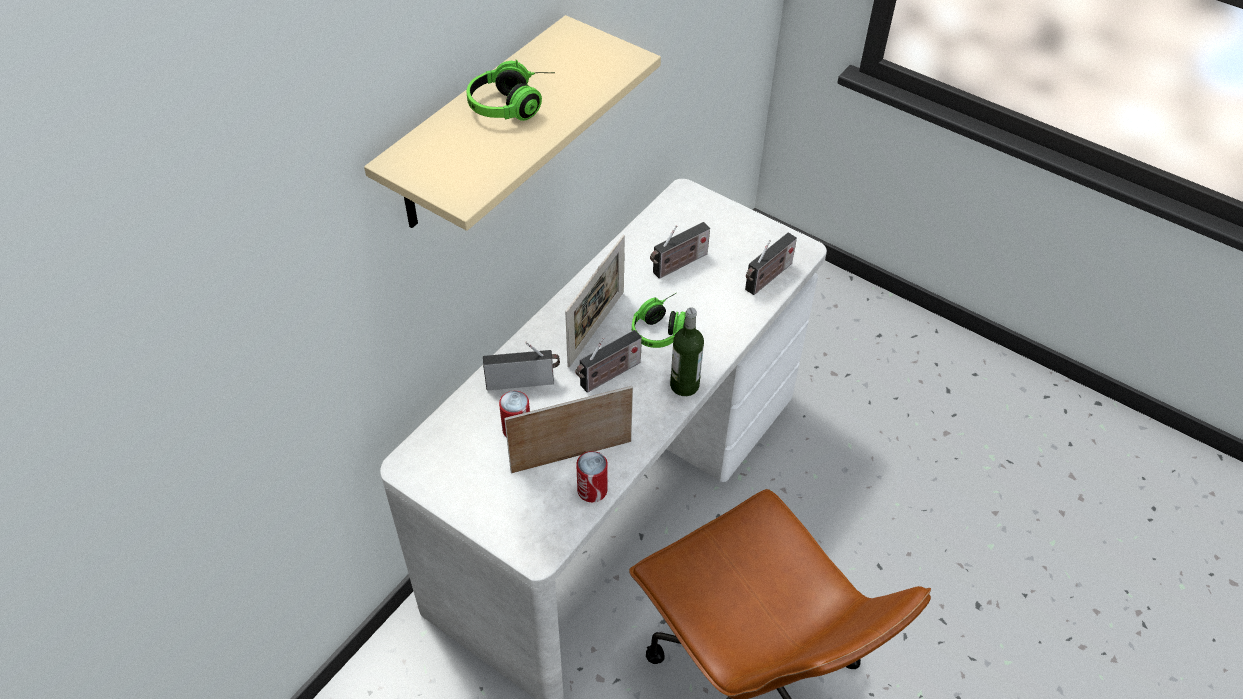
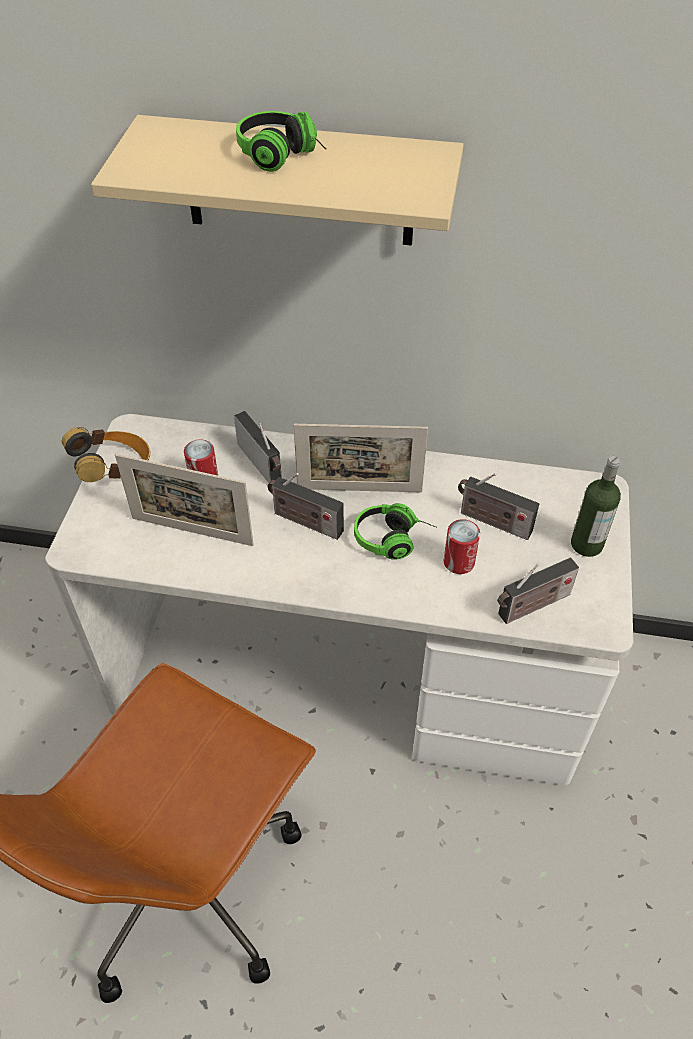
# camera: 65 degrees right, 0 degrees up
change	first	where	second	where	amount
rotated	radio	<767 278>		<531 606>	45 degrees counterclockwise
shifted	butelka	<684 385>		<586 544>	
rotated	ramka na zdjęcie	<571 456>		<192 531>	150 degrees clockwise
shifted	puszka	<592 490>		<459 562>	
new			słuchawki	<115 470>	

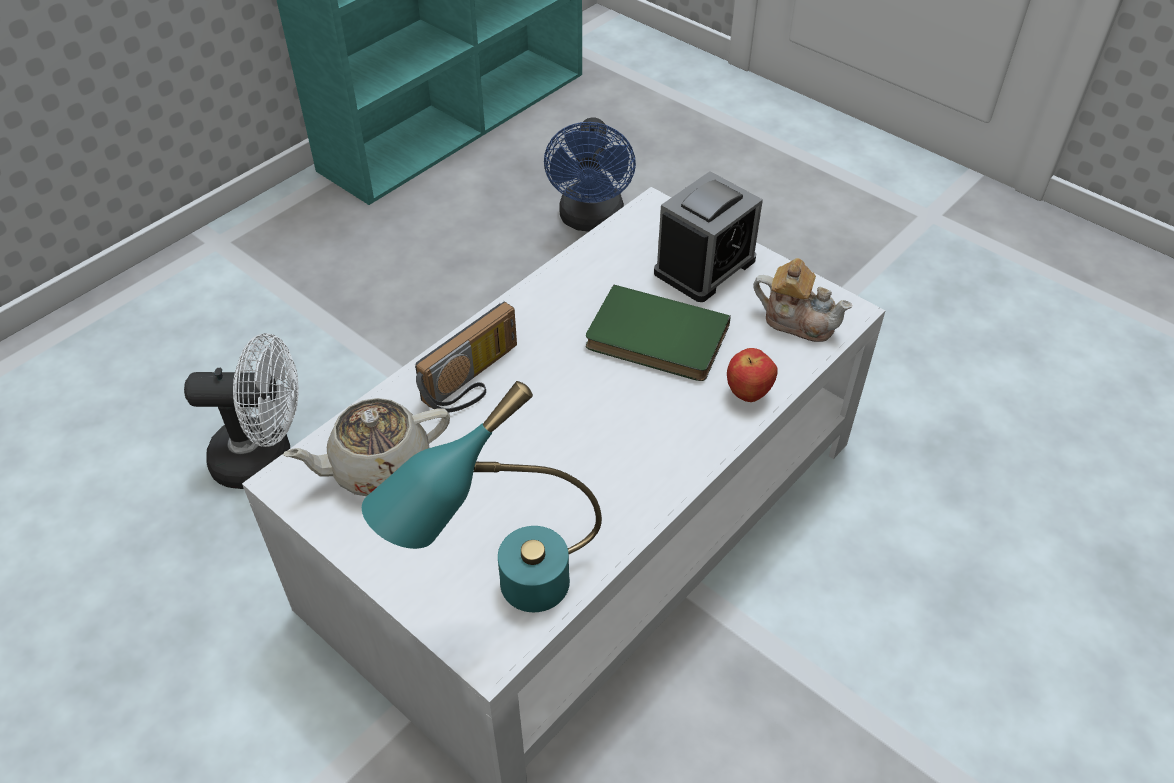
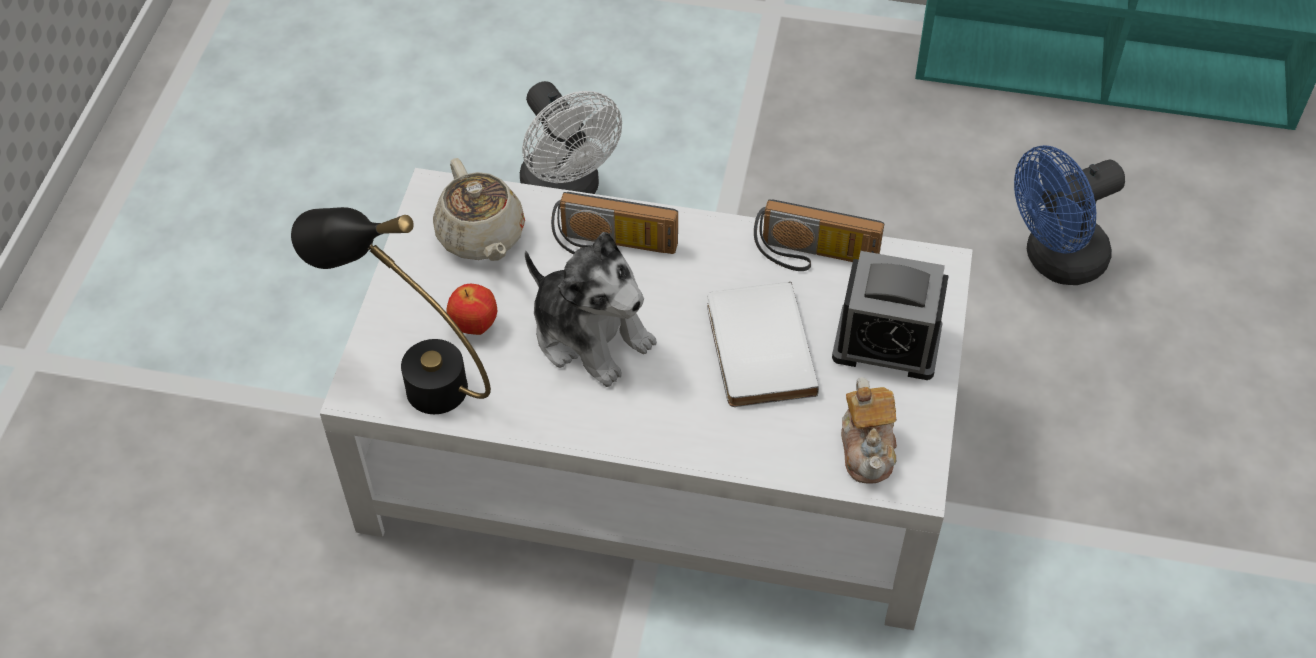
# camera: 60 degrees right, 5 degrees up
change	first	where	second	where	amount
repainted	książka (zielony)	<655 340>	książka (biały)	<755 348>	
shifted	jabłko	<748 394>		<474 326>	
repainted	lampa stołowa (turkusowy)	<503 597>	lampa stołowa (czarny)	<411 376>	
rotated	imbryk (beżowy)	<378 467>		<481 236>	150 degrees counterclockwise
new			radio	<813 257>	
new			pluszak	<591 335>	

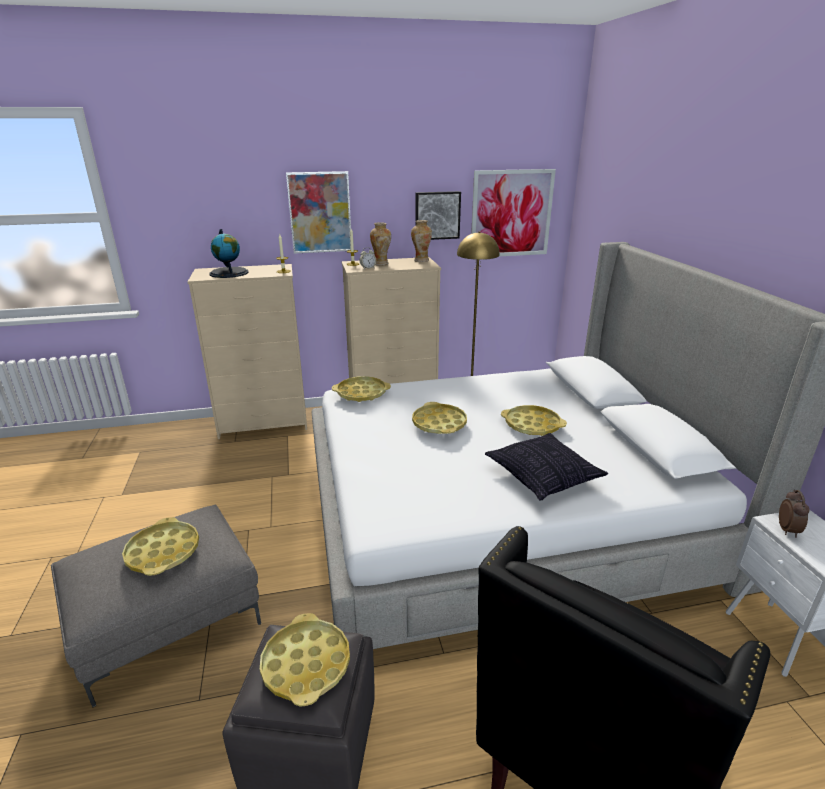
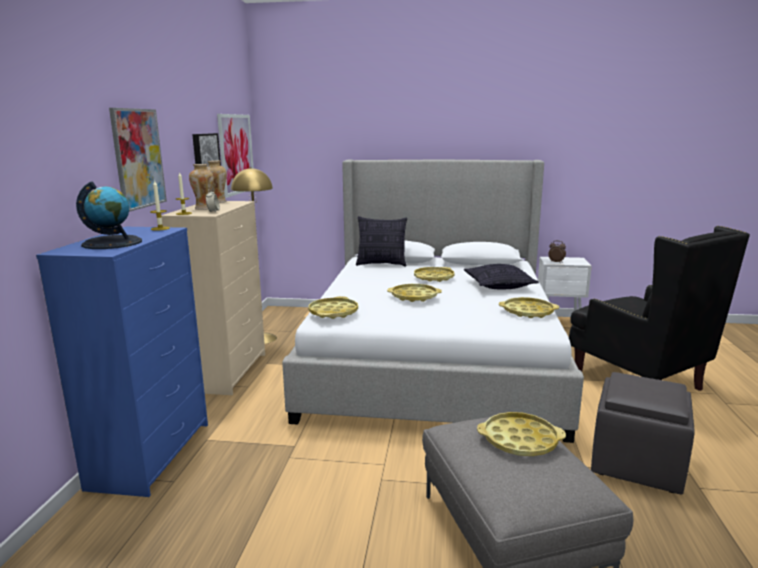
# camera: 70 degrees left, 10 degrees down
change	first	where	second	where	amount
repainted	komoda (beżowy)	<264 423>	komoda (niebieski)	<152 454>	
shifted	taca (żółty)	<306 664>		<528 312>	
new			poduszka	<381 264>	

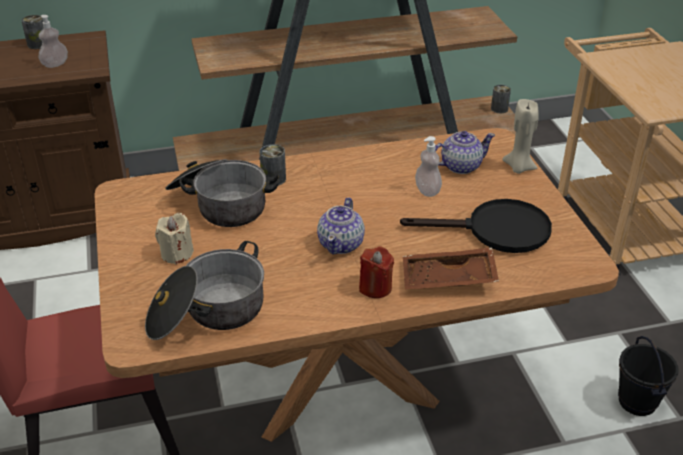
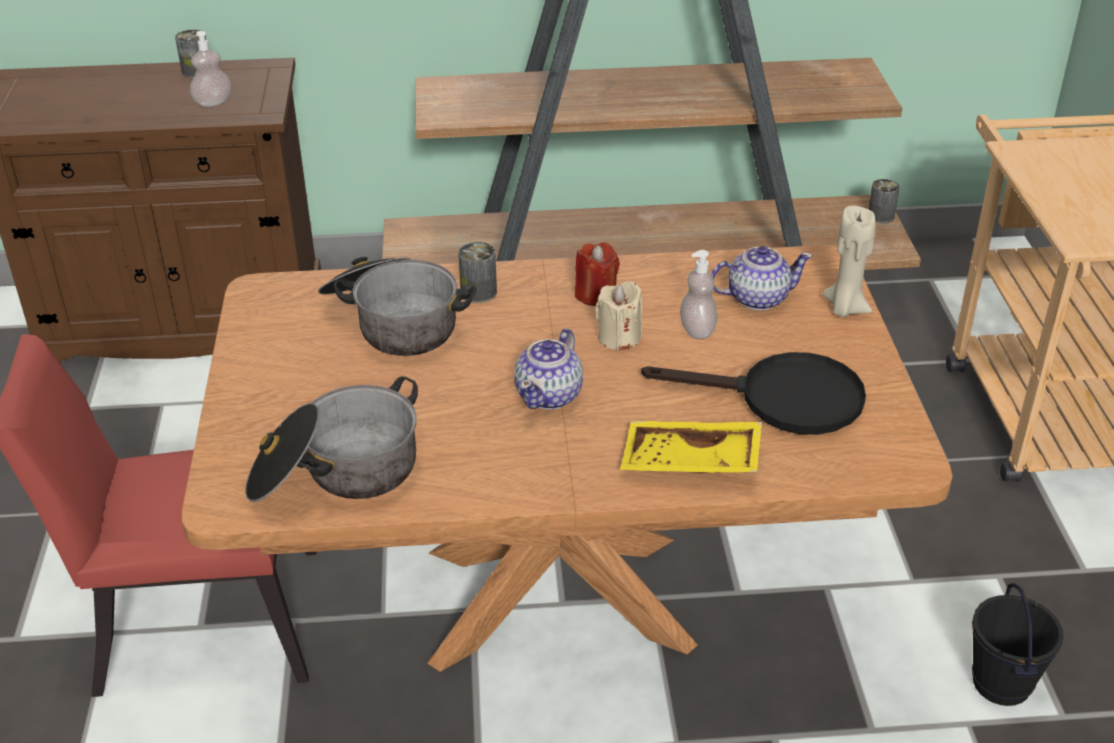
# camera: 10 degrees right, 0 degrees up
change	first	where	second	where	amount
shifted	świeca (beżowy)	<176 254>		<619 338>	
shifted	świeca (czerwony)	<375 287>		<596 295>	
repainted	taca (brązowy)	<448 280>	taca (żółty)	<690 463>	

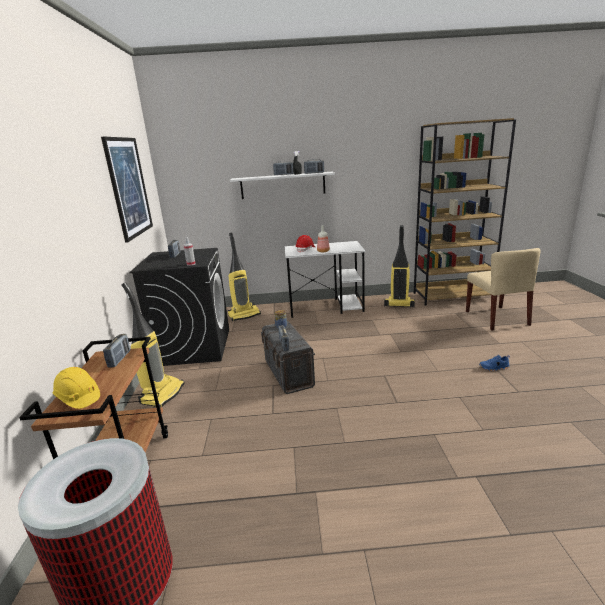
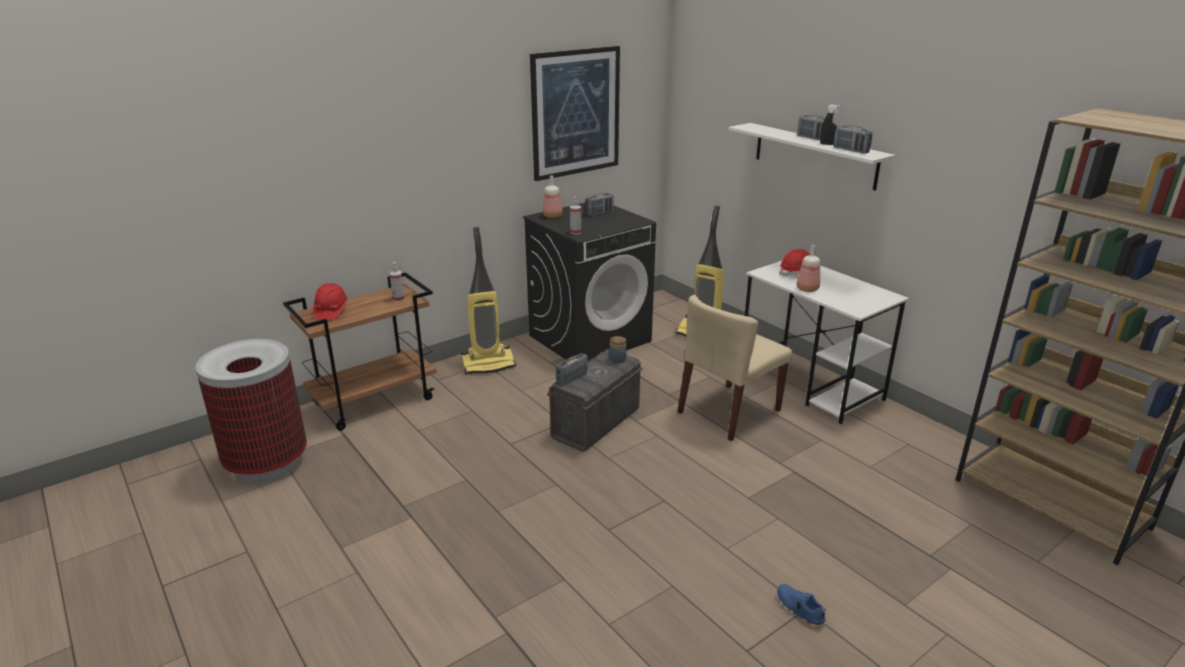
# camera: 55 degrees right, 5 degrees up
change	first	where	second	where	amount
gone	odkurzacz	<398 305>			
shifted	krzesło (beżowy)	<497 318>		<729 412>	
swapped	radio	<119 359>	spryskiwacz	<398 299>	
repainted	kask (żółty)	<78 397>	kask (czerwony)	<331 311>	
new			butelka	<553 216>	

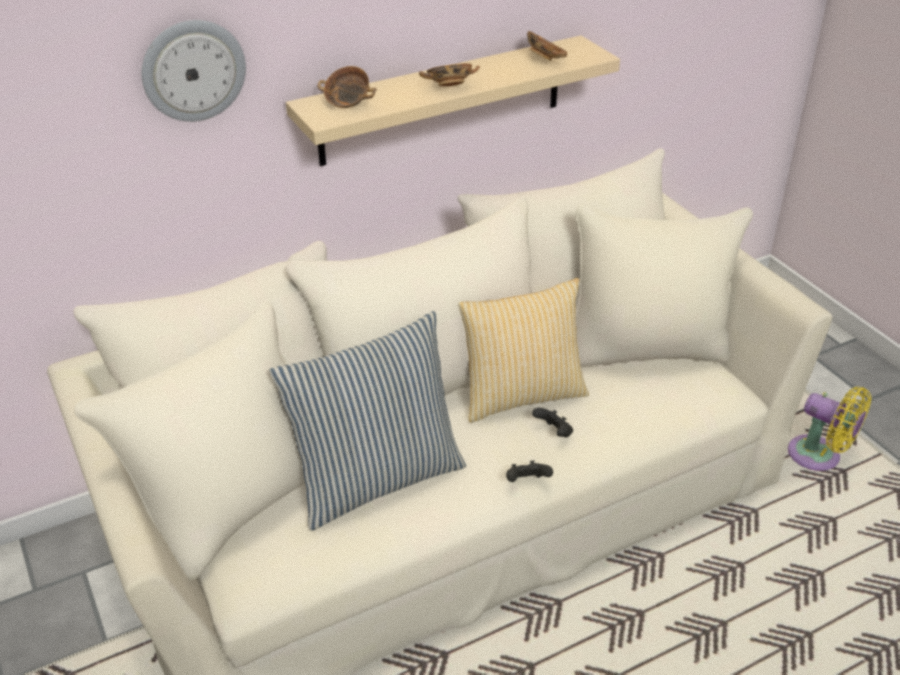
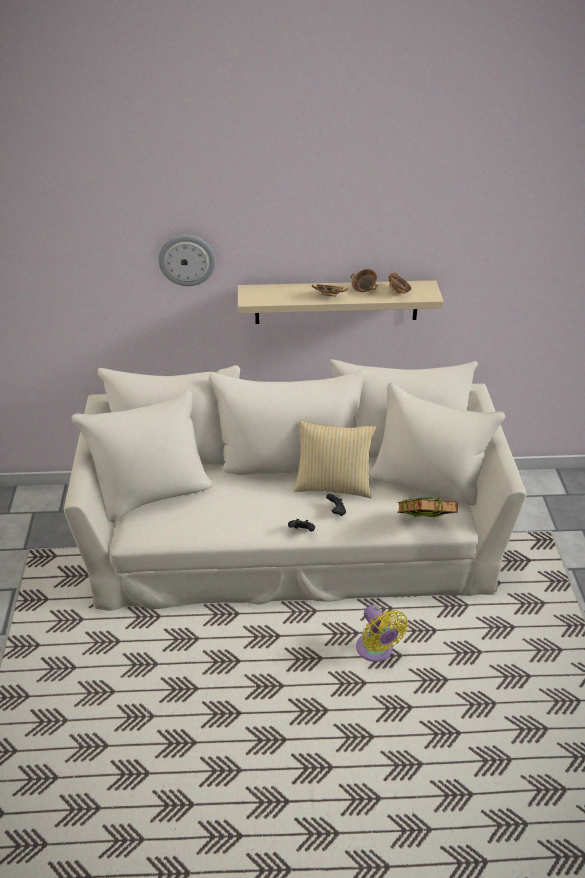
# camera: 25 degrees right, 0 degrees up
change	first	where	second	where	amount
shifted	miska	<347 105>		<363 290>	
gone	poduszka	<377 479>			
shifted	wentylator (żółty)	<819 457>		<376 651>	
new			książka	<424 527>	

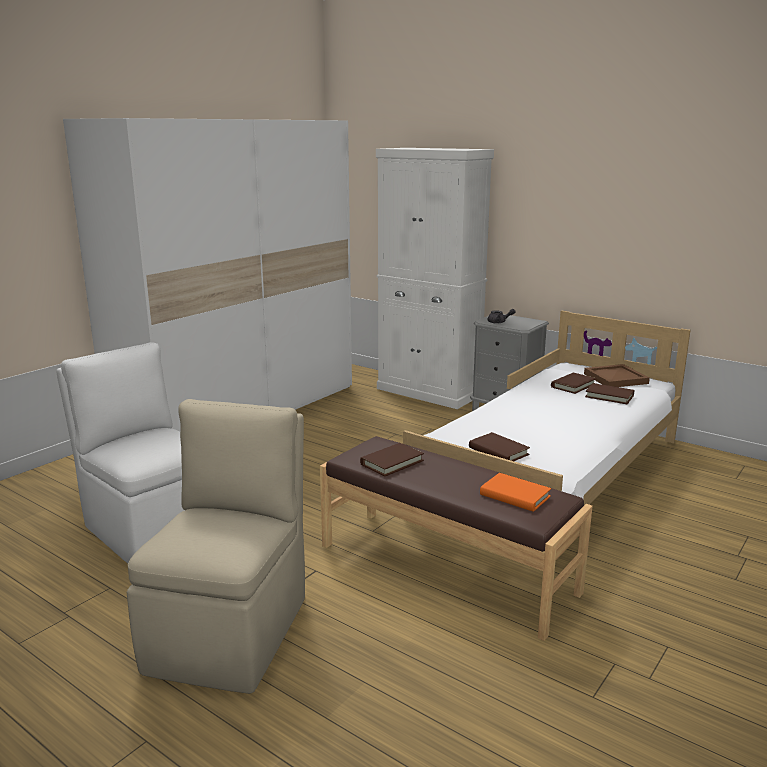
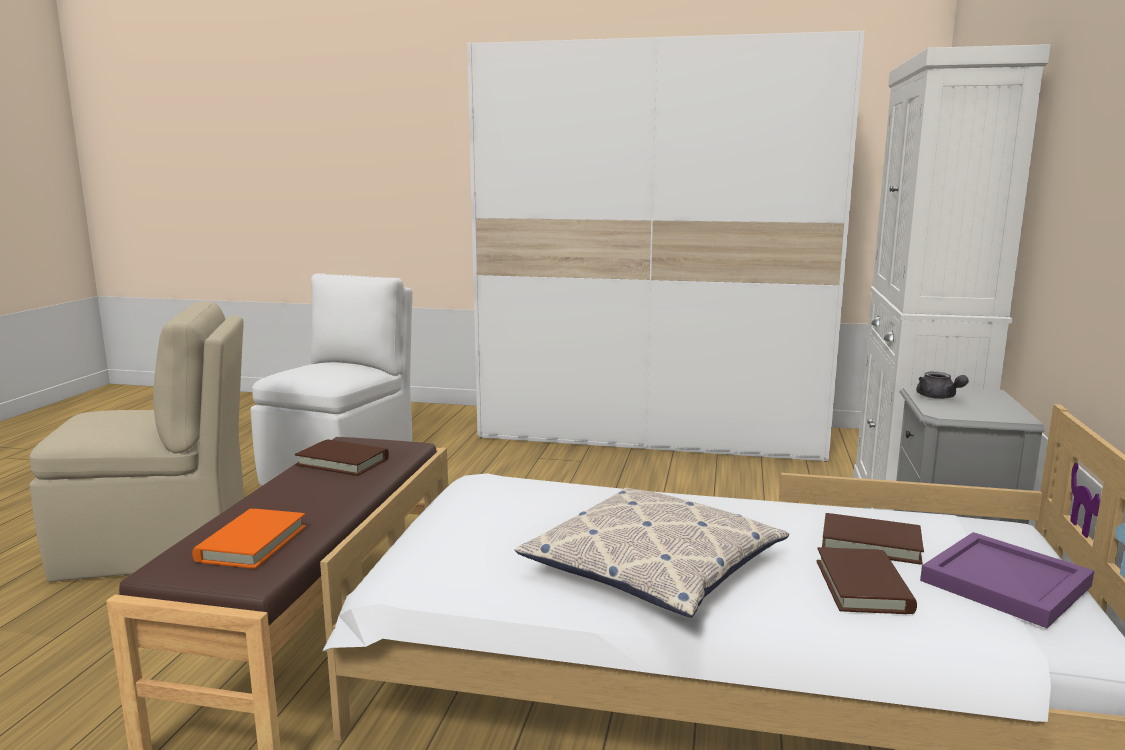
# camera: 65 degrees right, 5 degrees down
change	first	where	second	where	amount
repainted	taca (brązowy)	<615 379>	taca (fioletowy)	<1002 583>	
gone	książka (brązowy)	<498 451>			
new			poduszka	<653 567>	

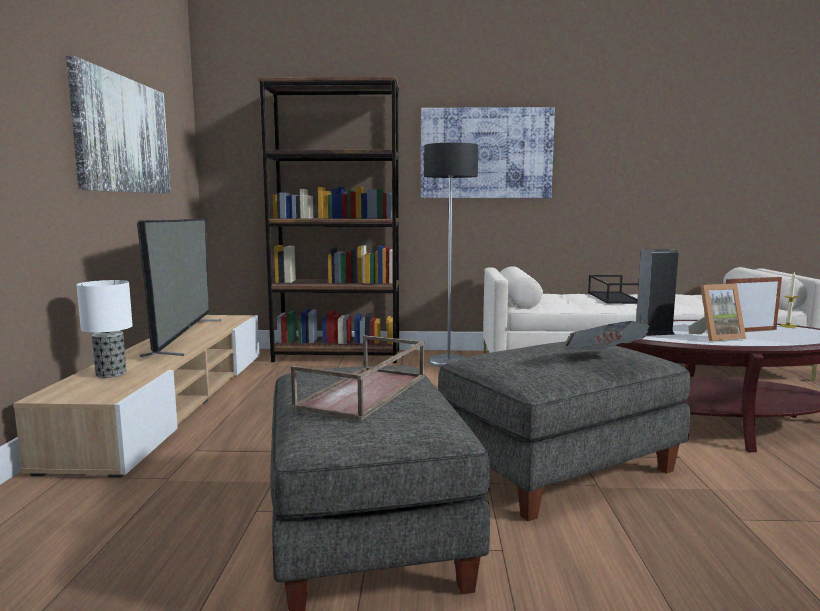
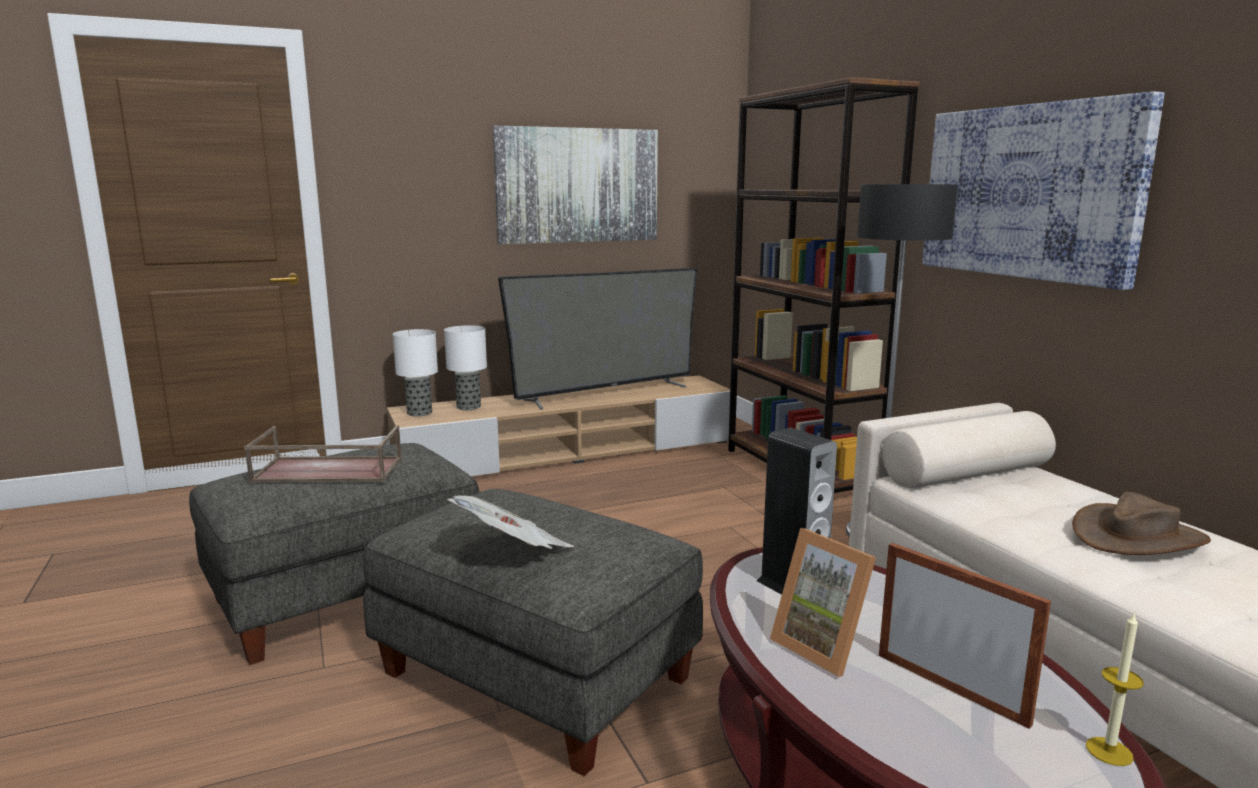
# camera: 65 degrees right, 5 degrees up
change	first	where	second	where	amount
swapped	taca (czarny)	<613 297>	kapelusz (brązowy)	<1137 536>	
new			lampa stołowa	<420 413>	

